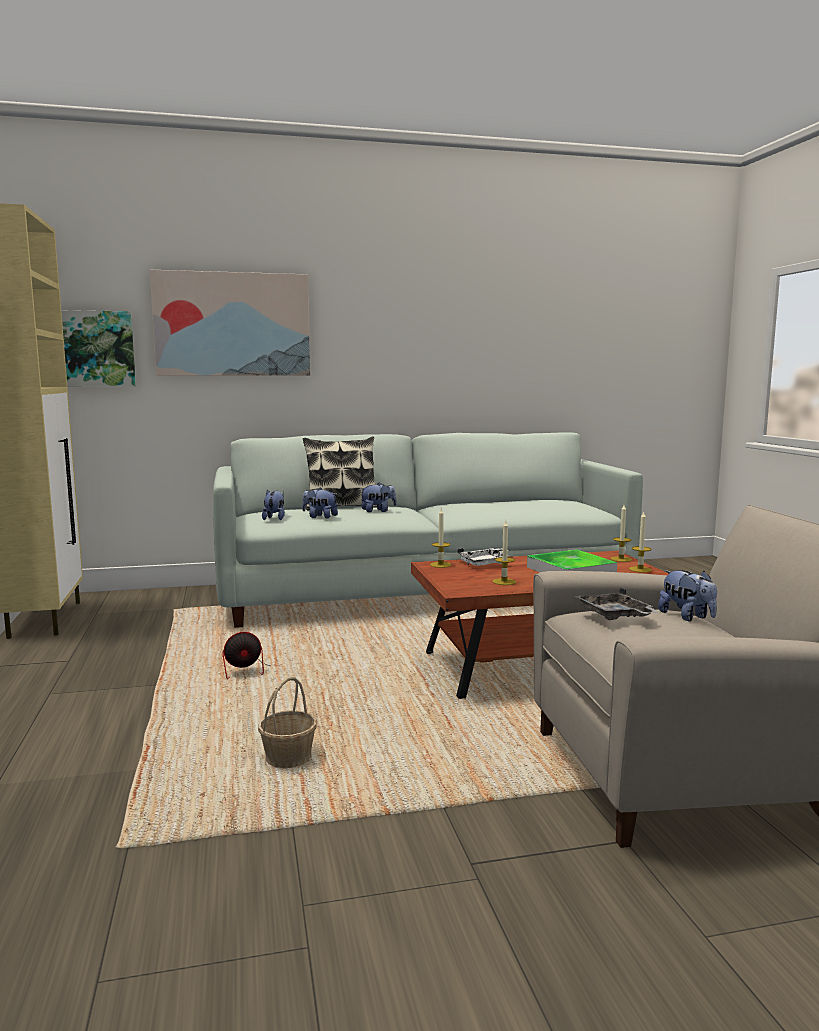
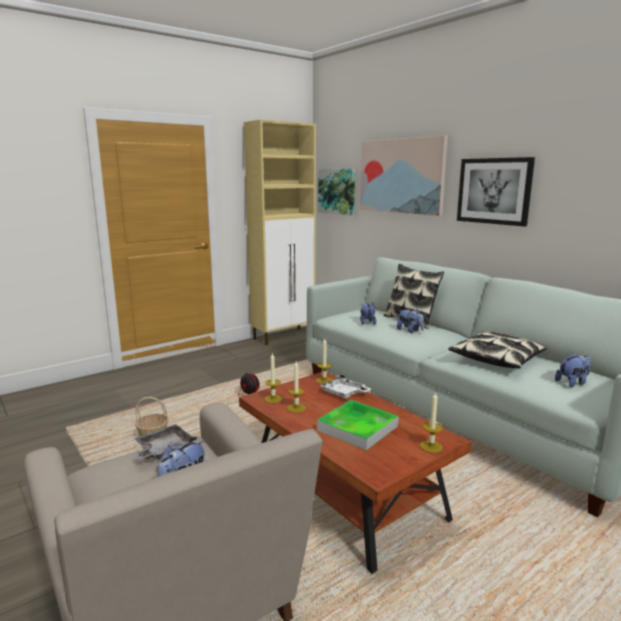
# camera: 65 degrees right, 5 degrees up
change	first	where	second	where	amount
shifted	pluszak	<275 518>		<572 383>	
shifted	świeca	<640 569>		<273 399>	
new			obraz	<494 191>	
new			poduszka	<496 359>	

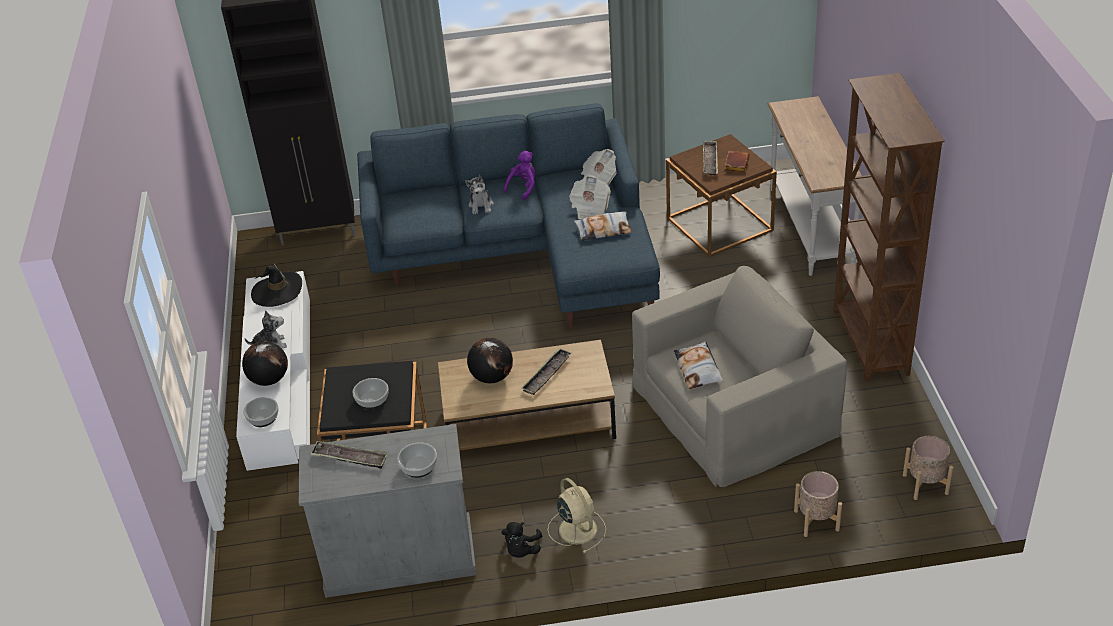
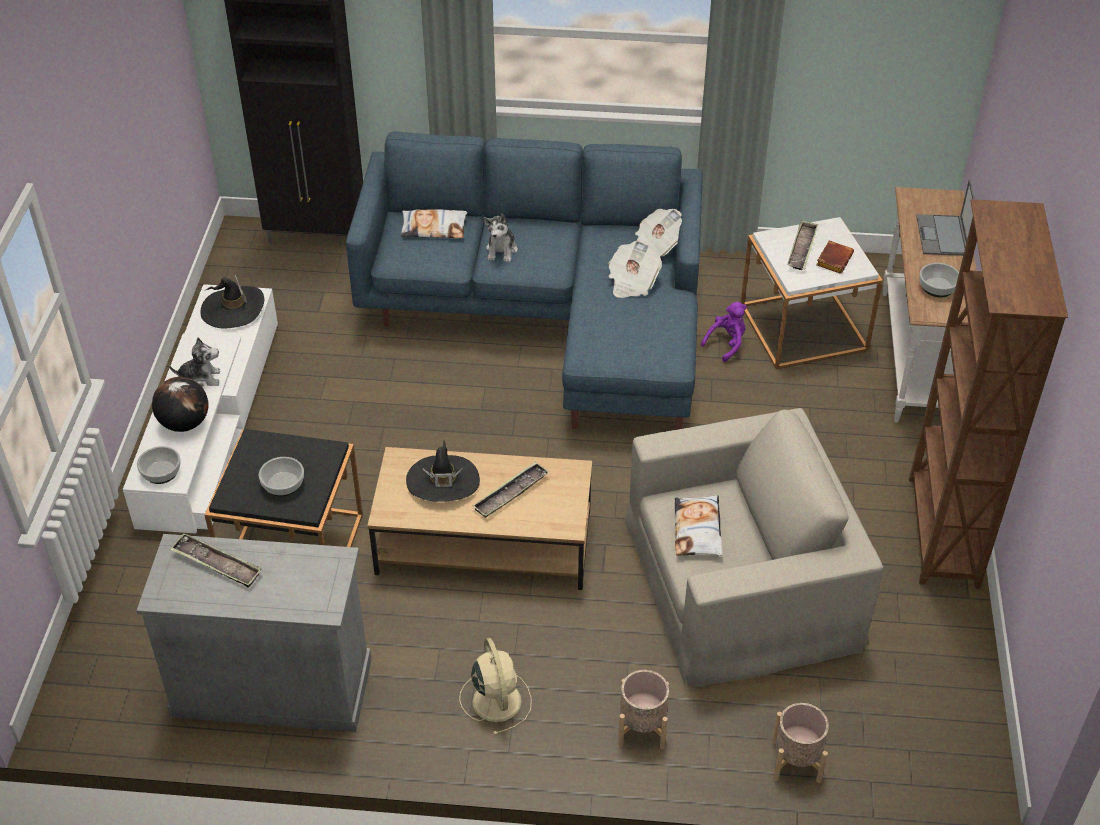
# camera: 10 degrees right, 5 degrees up
change	first	where	second	where	amount
repainted	stolik (brązowy)	<719 224>	stolik (biały)	<803 327>	
shifted	pluszak (fioletowy)	<523 187>		<726 344>	
shifted	poduszka	<603 230>		<434 228>	
swapped	globus	<491 377>	kapelusz (czarny)	<443 482>	
shifted	donica (beżowy)	<925 484>		<642 728>	
shifted	miska	<419 466>		<938 287>	
gone	pluszak (czarny)	<521 550>			
new			laptop	<943 236>	

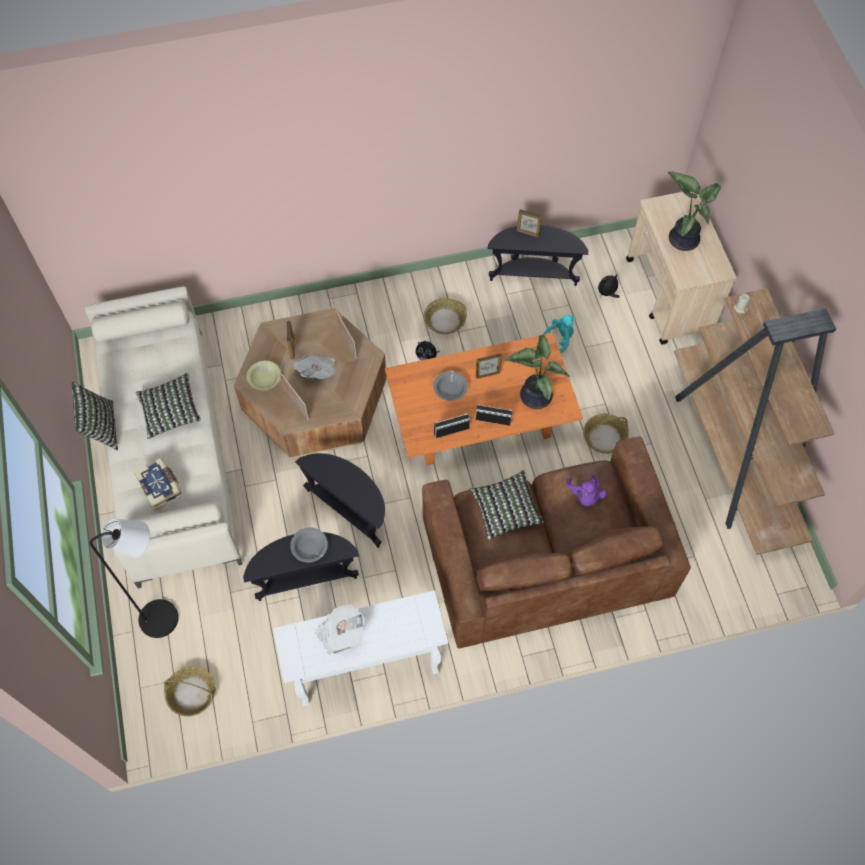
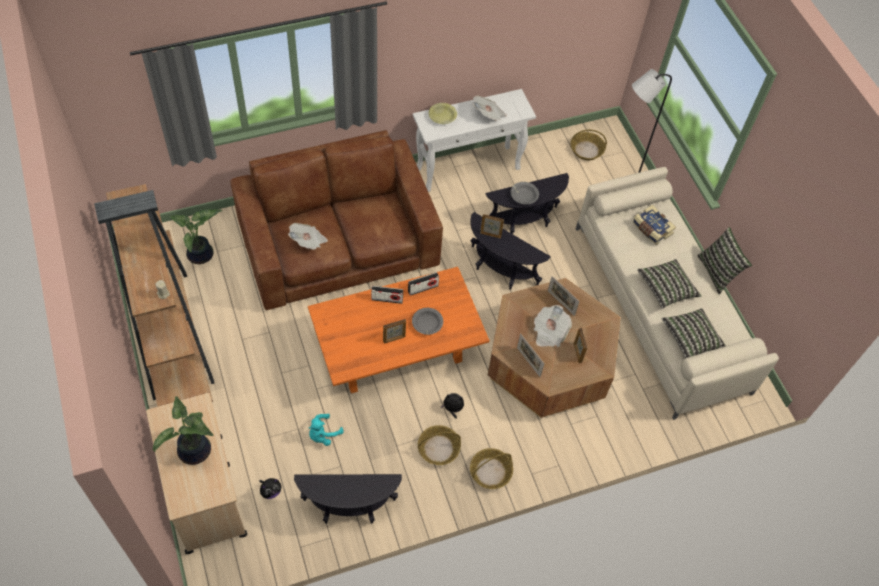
# camera: 170 degrees right, 5 degrees down
change	first	where	second	where	amount
shifted	ramka na zdjęcie	<527 233>		<490 234>	
shifted	roślina doniczkowa	<534 395>		<202 256>	
shifted	miska (żółty)	<264 378>		<442 117>	
shifted	koszyk	<604 437>		<490 472>	
shifted	poduszka	<505 510>		<691 338>	
swapped	pluszak (fioletowy)	<585 495>	gazeta	<308 242>	

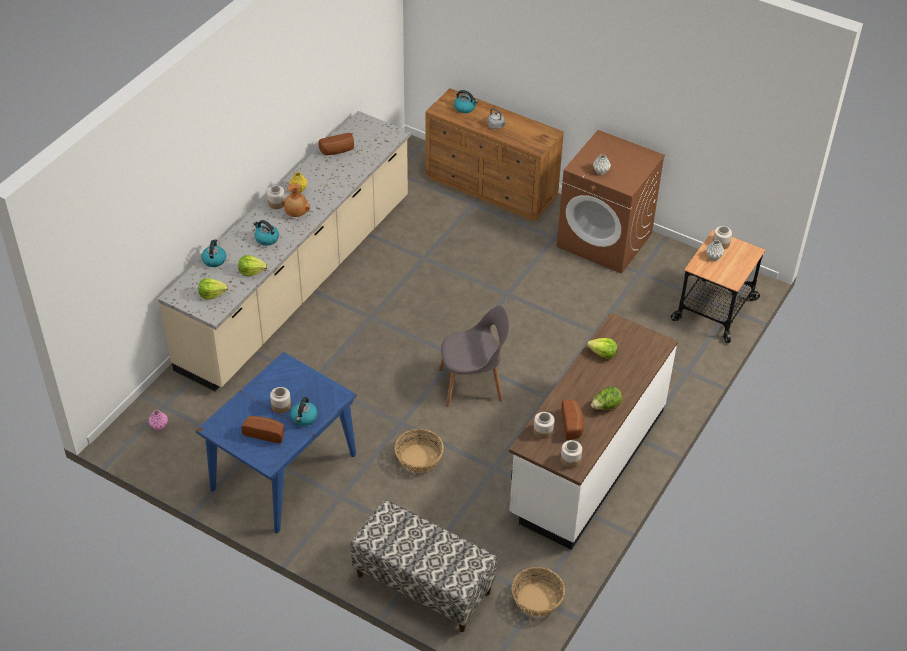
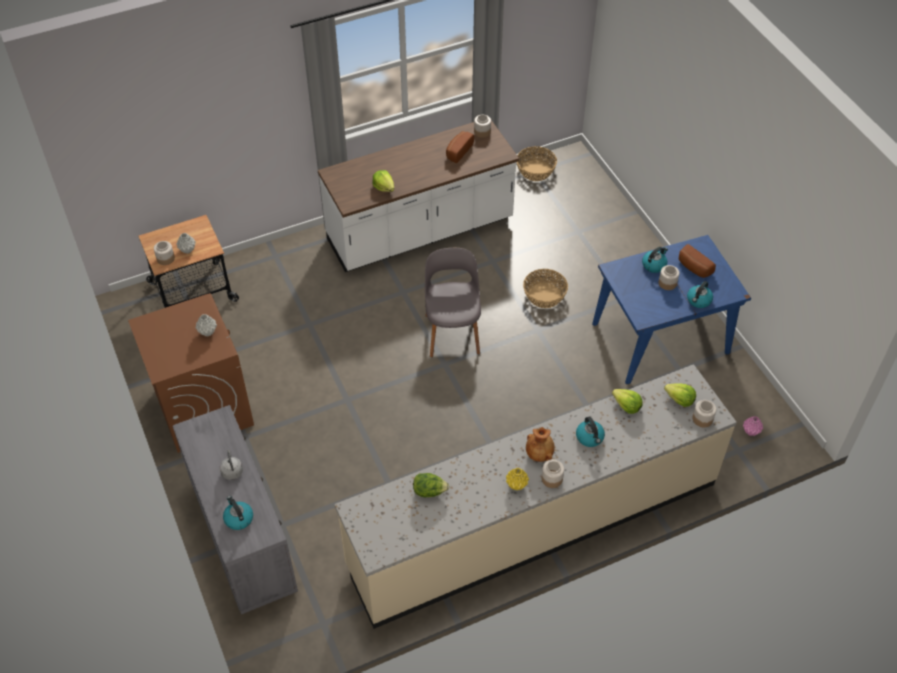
# camera: 145 degrees left, 5 degrees up
change	first	where	second	where	amount
repainted	komoda (brązowy)	<492 188>	komoda (szary)	<243 535>	
gone	chleb	<338 151>			
shifted	czajnik	<214 260>		<698 300>	
rotated	krzesło (szary)	<472 384>		<452 332>	60 degrees clockwise
shifted	sałata	<605 406>		<429 491>	
shifted	słoik	<543 431>		<702 418>	
gone	ławka	<423 584>			

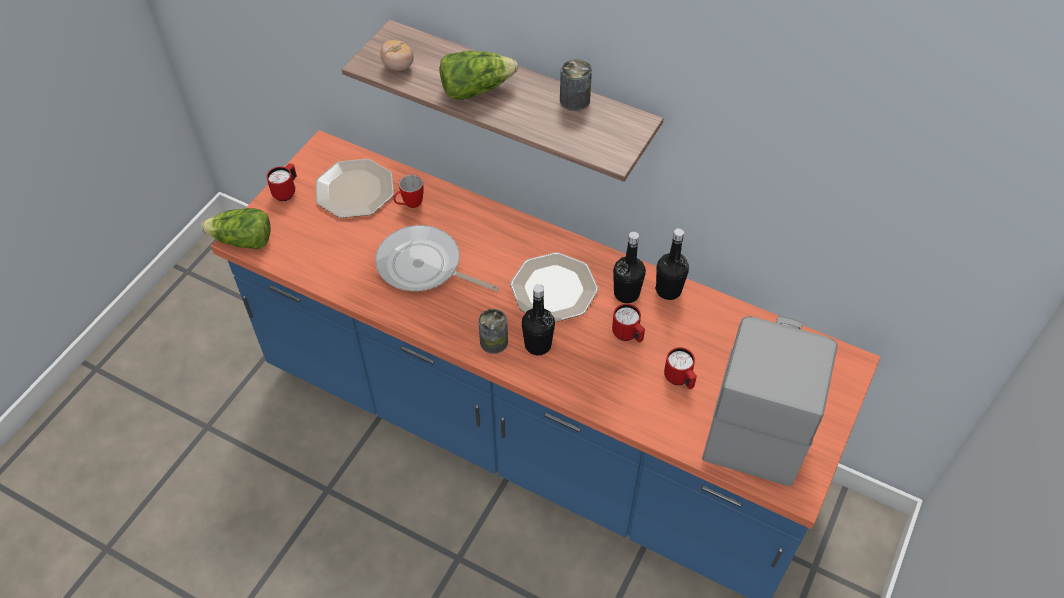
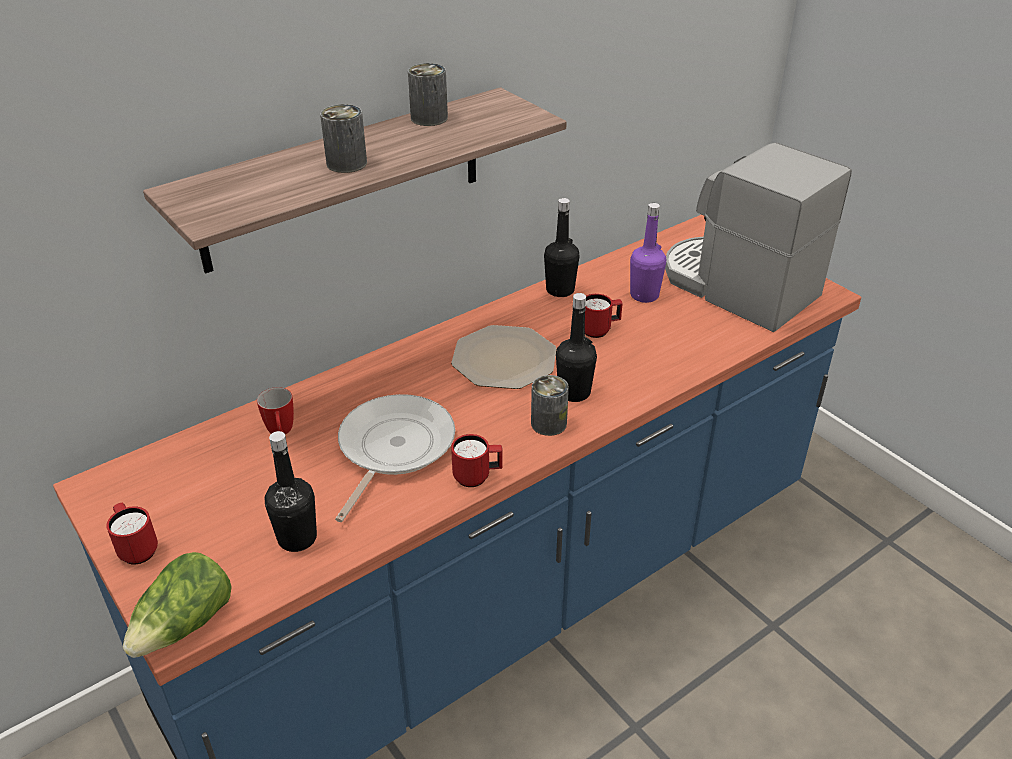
# camera: 65 degrees left, 15 degrees down
change	first	where	second	where	amount
gone	pomidor	<398 66>			
swapped	sałata	<475 89>	puszka	<346 163>	
gone	talerz	<355 190>			
rotated	patelnia	<423 266>		<393 448>	150 degrees clockwise
shifted	butelka (czarny)	<626 293>		<297 538>	
shifted	kubek (czerwony)	<680 380>		<477 477>	
new			butelka (fioletowy)	<644 295>	

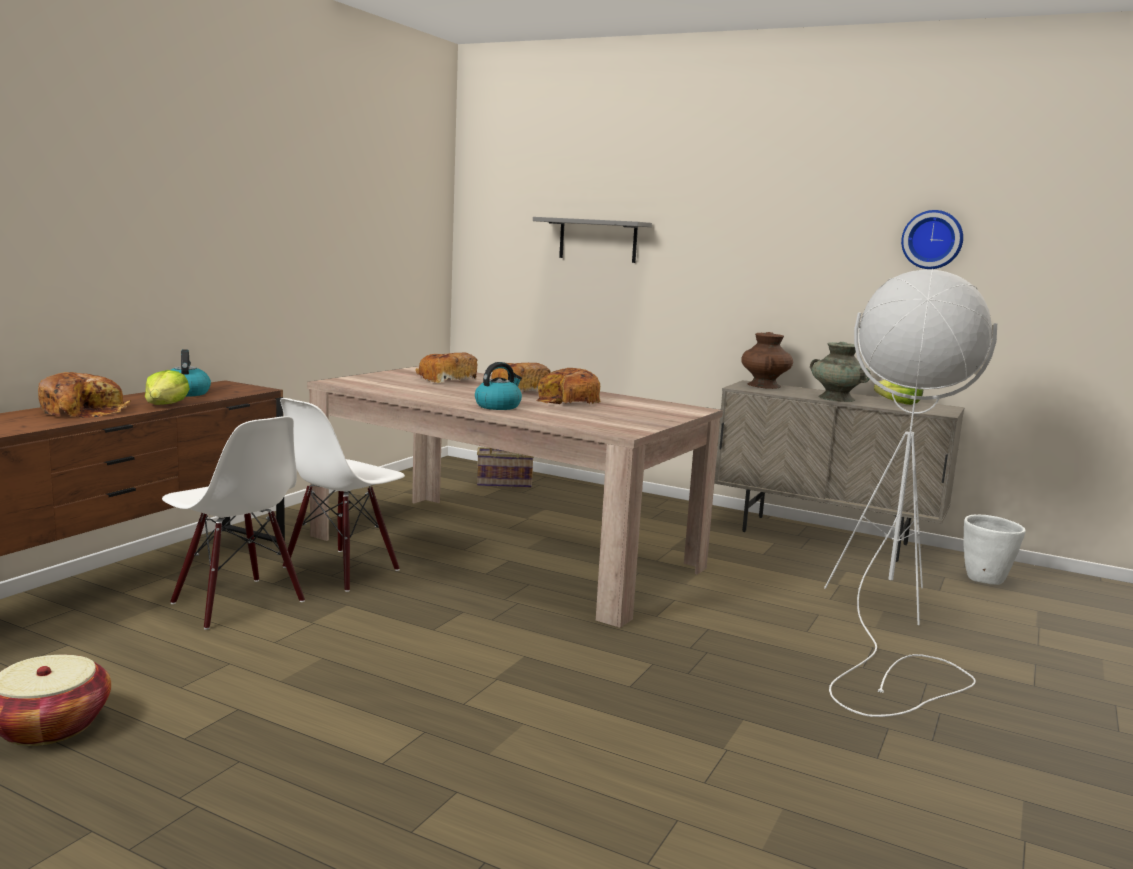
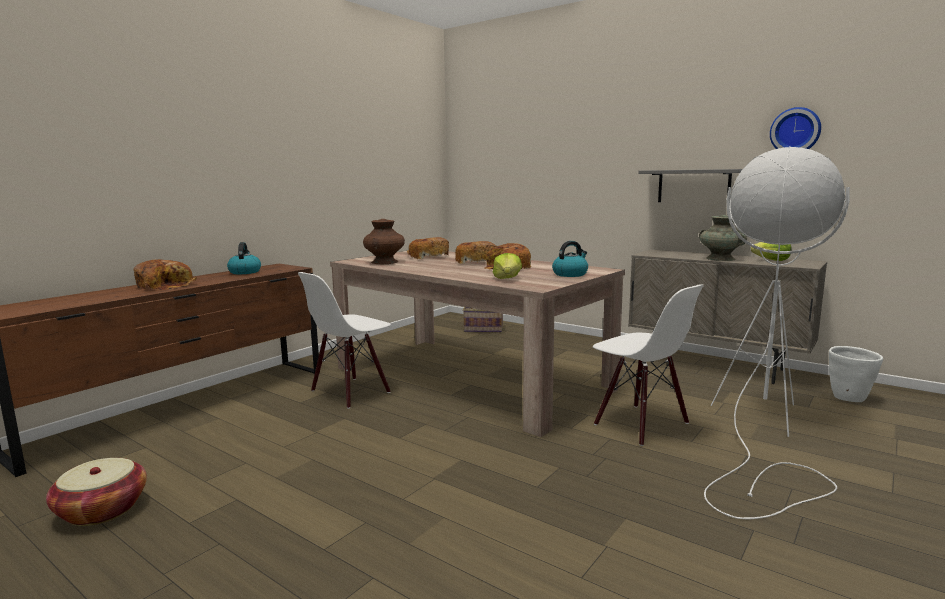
# camera: 10 degrees right, 0 degrees up
change	first	where	second	where	amount
shifted	półka (szary)	<598 240>		<693 186>	
shifted	wazon (brązowy)	<764 385>		<385 262>	
shifted	czajnik	<498 406>		<570 274>	
shifted	sałata	<166 405>		<507 279>	
shifted	krzesło (biały)	<236 603>		<640 424>	

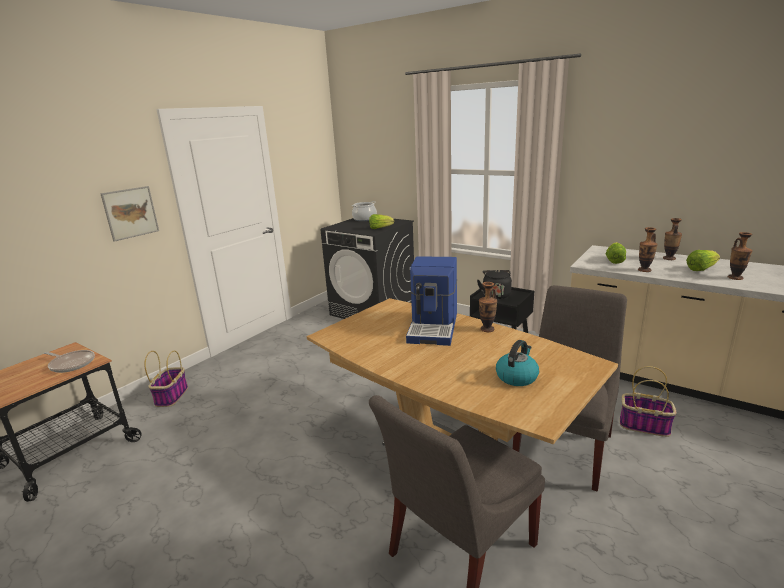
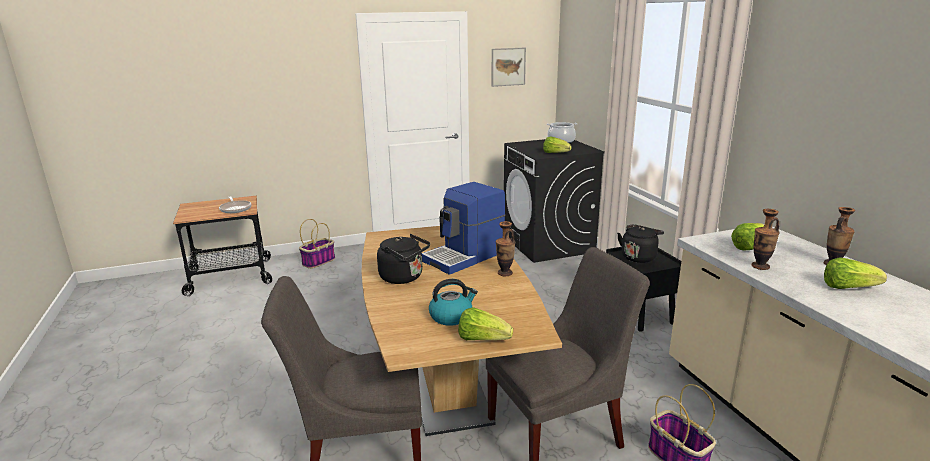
# camera: 35 degrees right, 0 degrees up
change	first	where	second	where	amount
shifted	obraz	<130 213>		<508 67>	
gone	wazon	<735 278>			
new			czajnik (czarny)	<404 277>	
new			sałata	<482 339>	

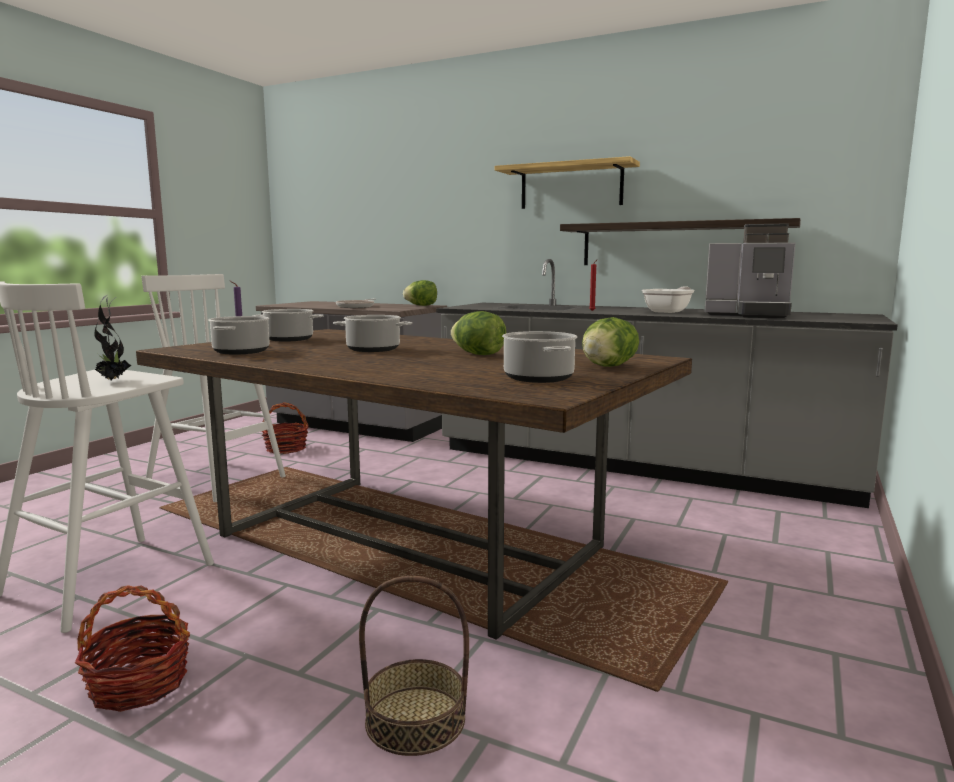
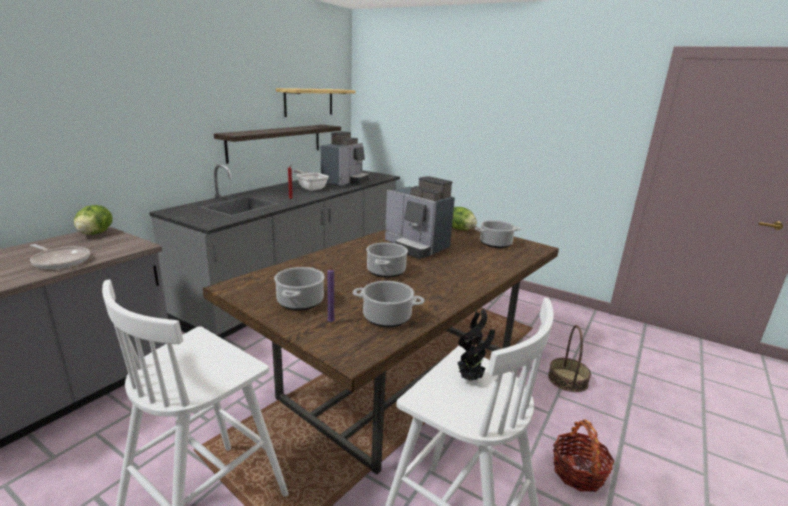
# camera: 85 degrees left, 10 degrees up
change	first	where	second	where	amount
shifted	półka	<571 186>		<309 102>	
swapped	sałata	<478 354>	ekspres do kawy	<416 247>	
gone	koszyk	<286 448>			

